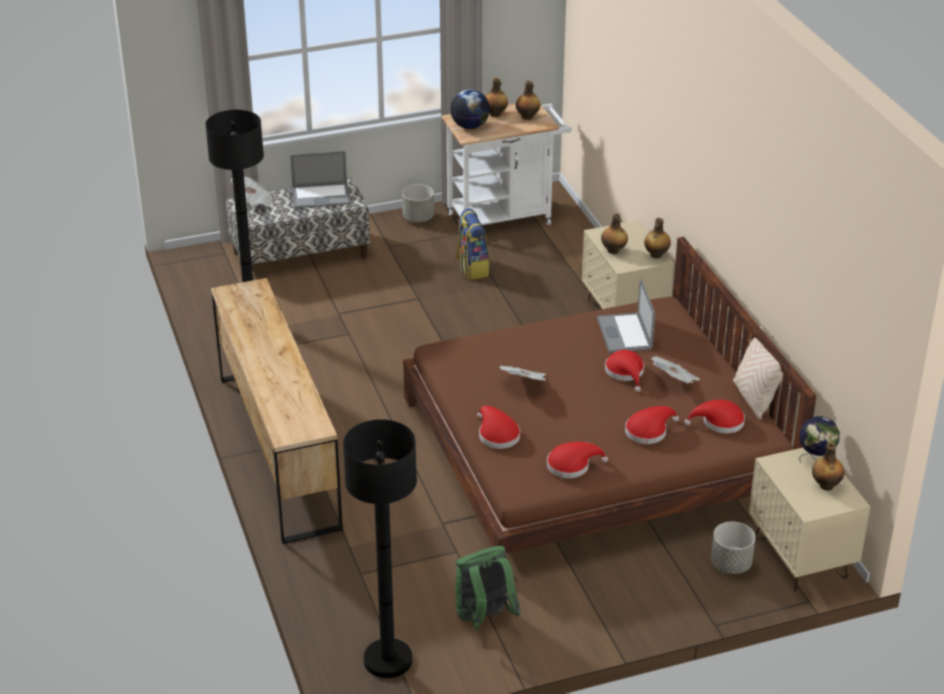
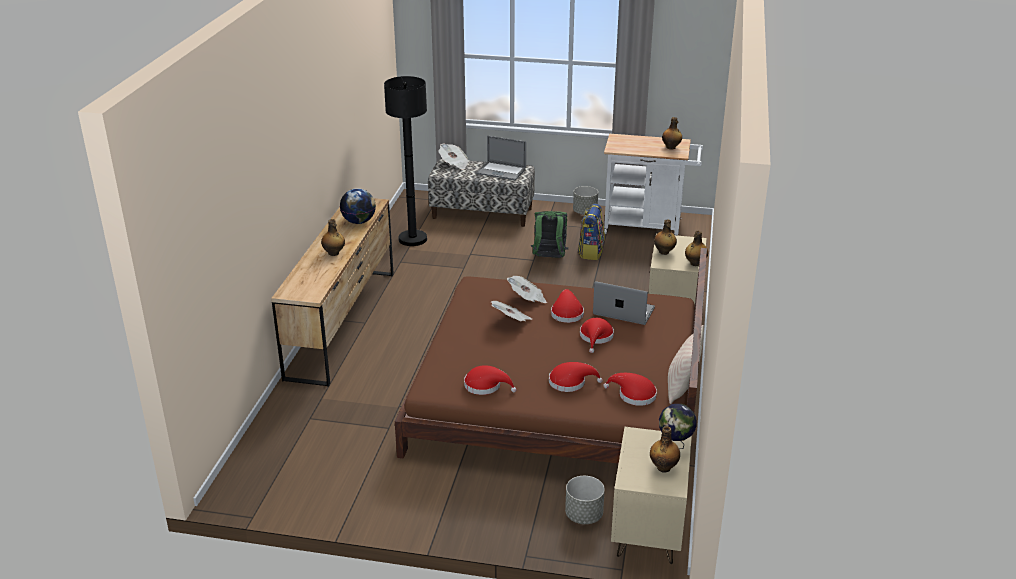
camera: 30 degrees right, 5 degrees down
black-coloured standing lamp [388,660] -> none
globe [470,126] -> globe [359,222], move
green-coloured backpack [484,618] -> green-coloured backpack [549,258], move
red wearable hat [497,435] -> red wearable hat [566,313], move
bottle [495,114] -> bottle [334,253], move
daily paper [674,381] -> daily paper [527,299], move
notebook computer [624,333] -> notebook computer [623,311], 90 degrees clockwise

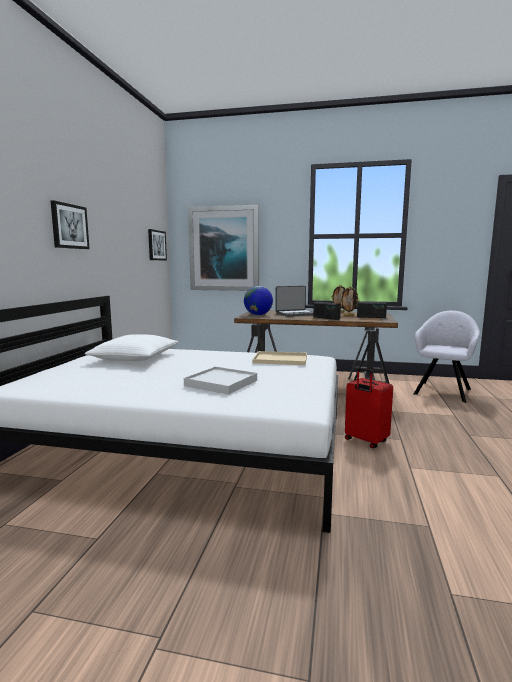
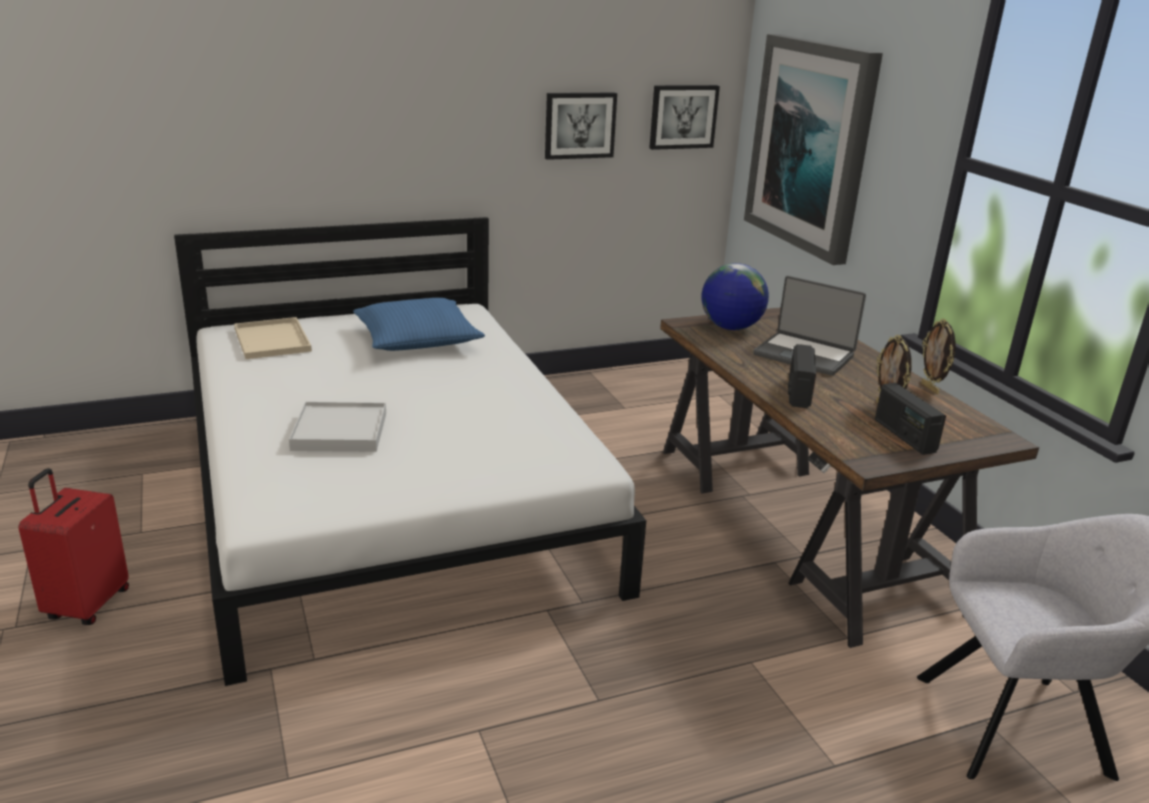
camera: 55 degrees right, 15 degrees up
wall art [69,226] -> wall art [579,125], move
beige-coloured carrying tray [279,359] -> beige-coloured carrying tray [271,339], move
red travel case [365,441] -> red travel case [86,605], move
white-coloured throw pillow [134,358] -> blue throw pillow [417,339]

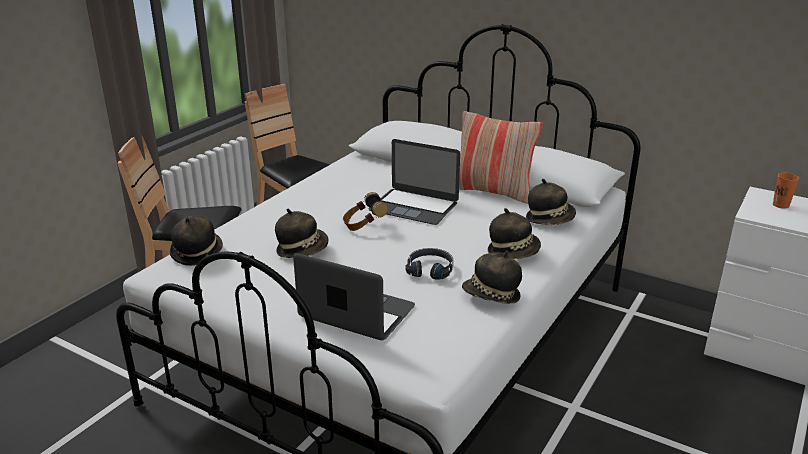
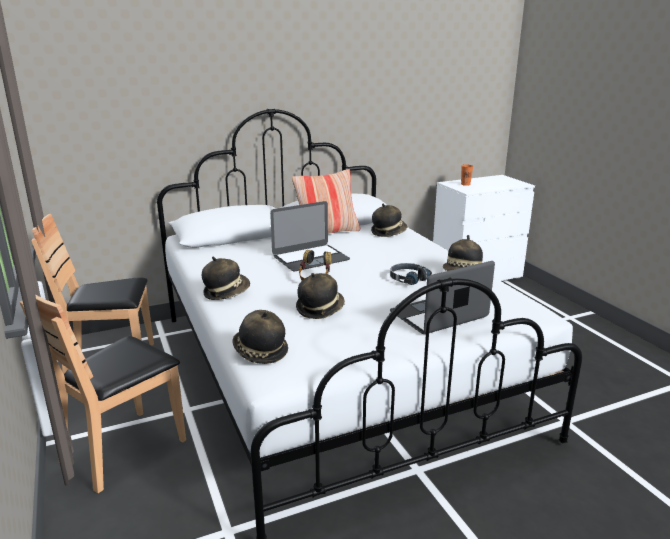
camera: 55 degrees left, 5 degrees down
wearable hat [513,252] -> wearable hat [226,292], move

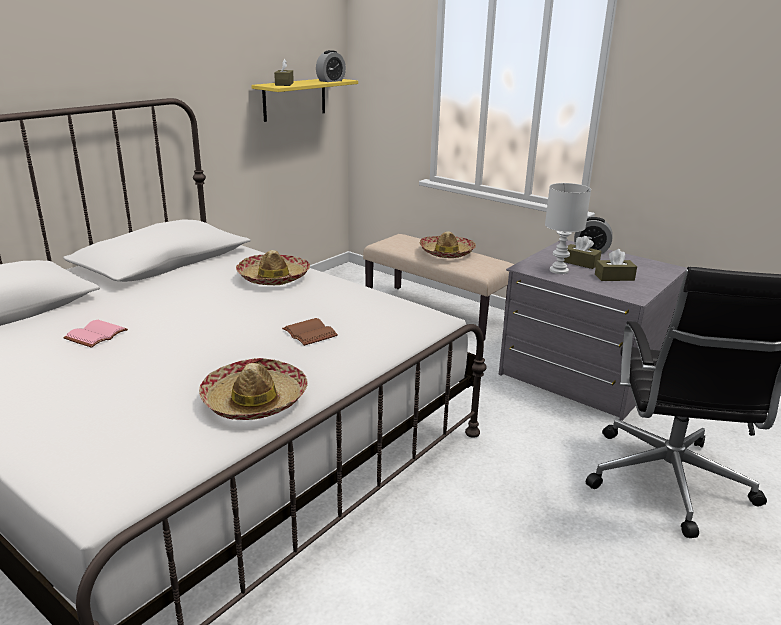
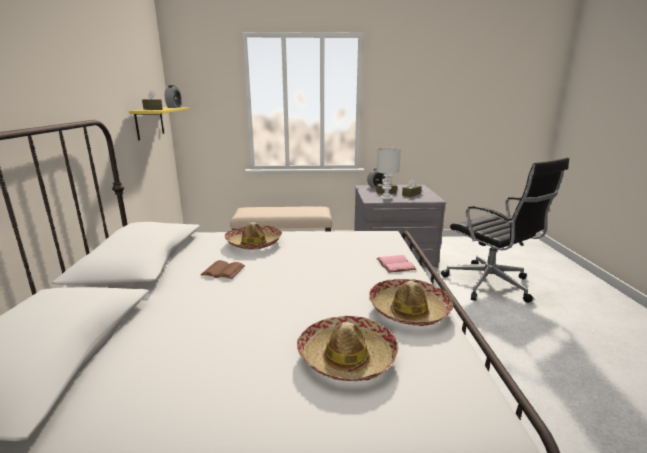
camera: 40 degrees left, 5 degrees down
pinkish volume [96,334] -> pinkish volume [394,265], move
brownish volume [308,333] -> brownish volume [222,272], move
wearable hat [447,253] -> wearable hat [347,357], move

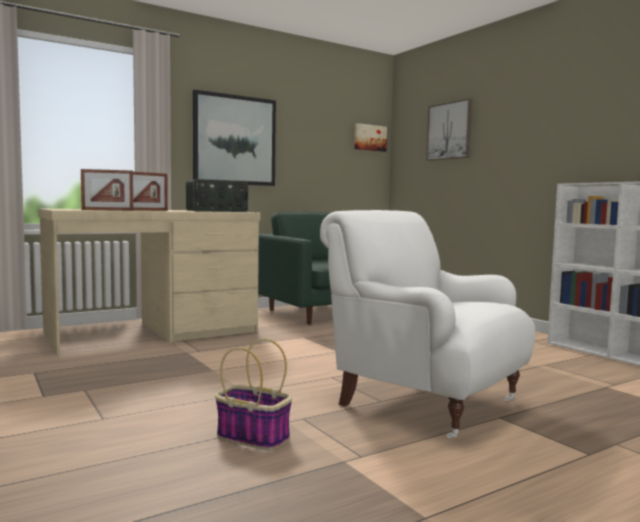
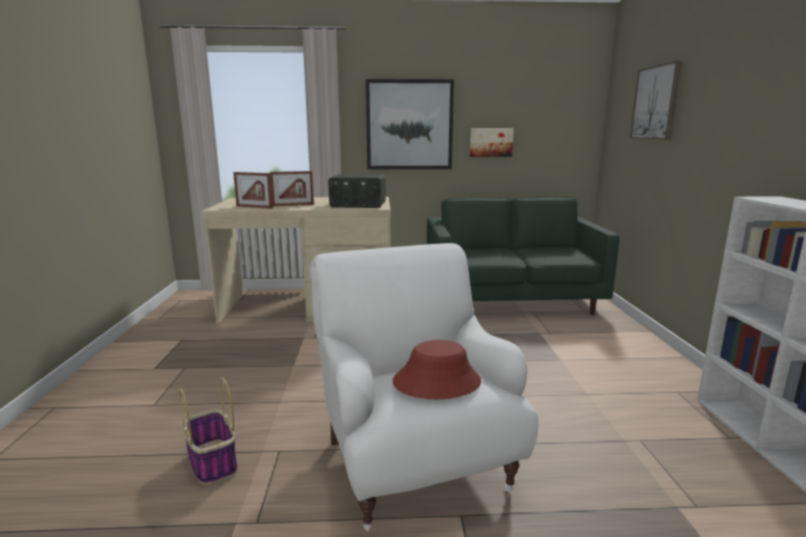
camera: 30 degrees right, 10 degrees up
none -> red wearable hat [437,382]
wall art [369,137] -> wall art [490,142], move

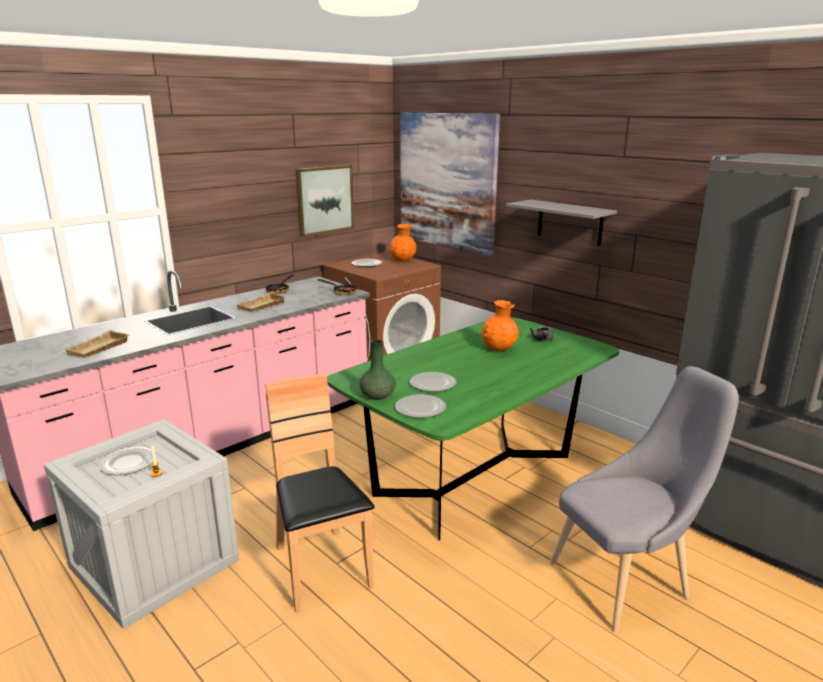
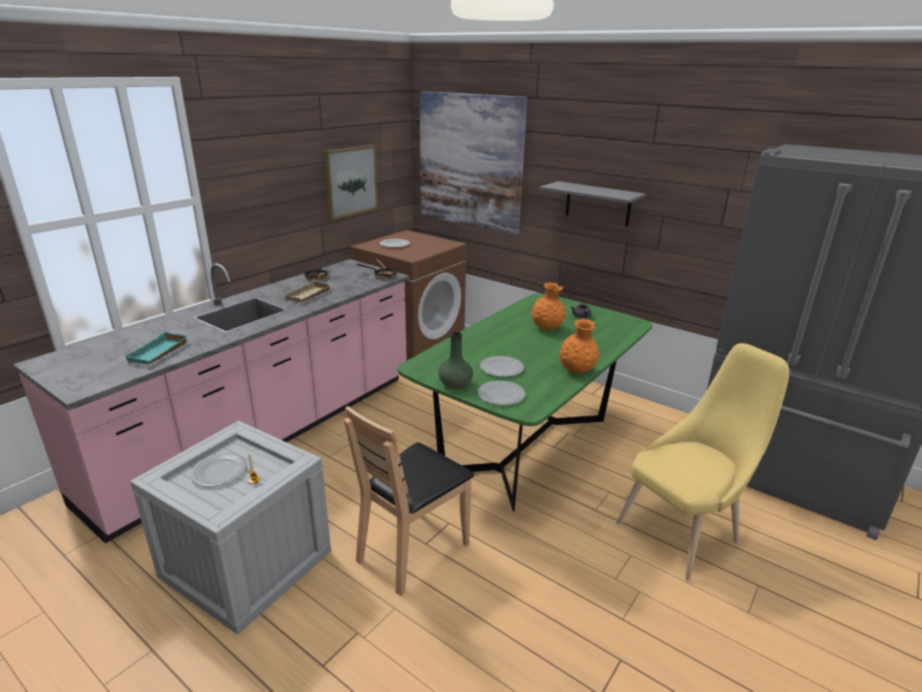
camera: 10 degrees left, 5 degrees up
orange vase [403,261] -> orange vase [577,371], move
beige-coloured carrying tray [99,349] -> turquoise carrying tray [159,353]
gray chair [626,579] -> yellow chair [684,531]
brownish chair [321,568] -> brownish chair [413,550], 105 degrees counterclockwise

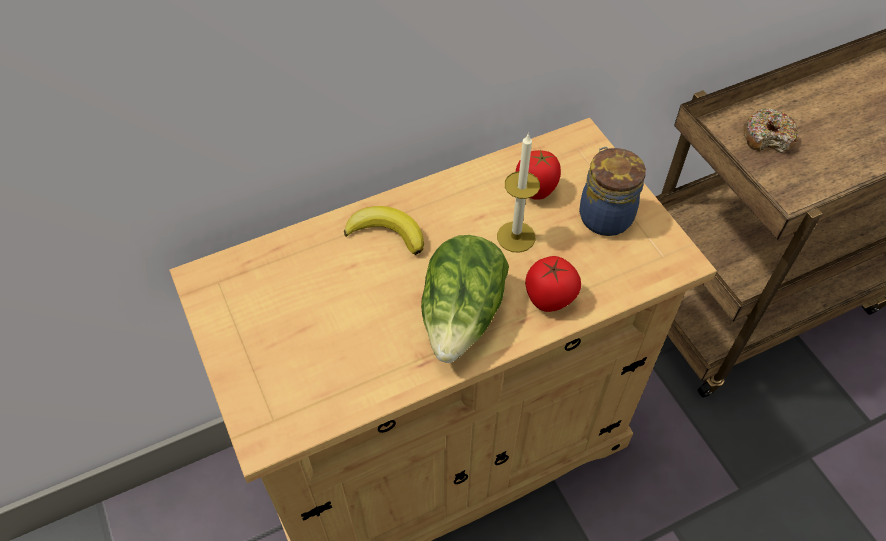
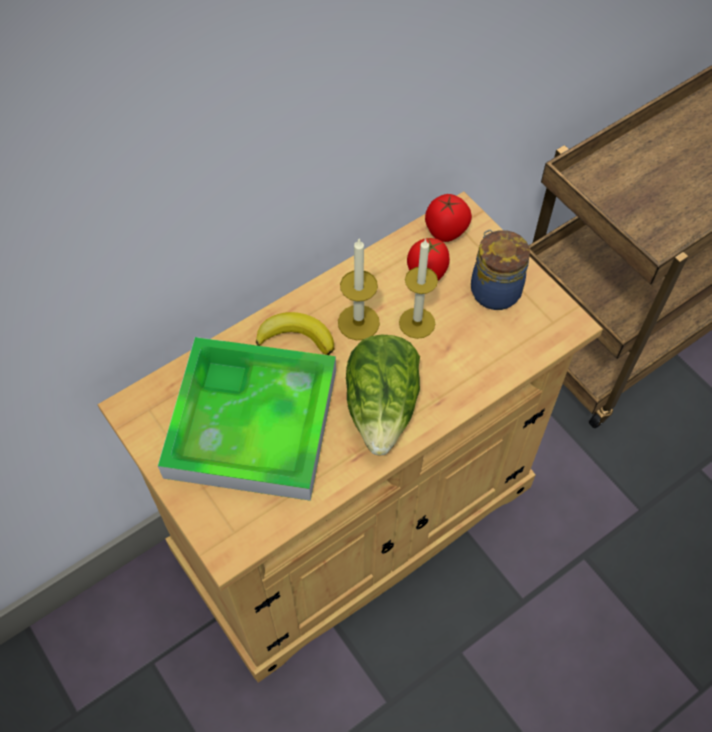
camera: 10 degrees left, 5 degrees up
donut [767,137] -> none
none -> carrying tray [252,423]
none -> wax light [358,322]
tomato [549,299] -> tomato [446,232], move

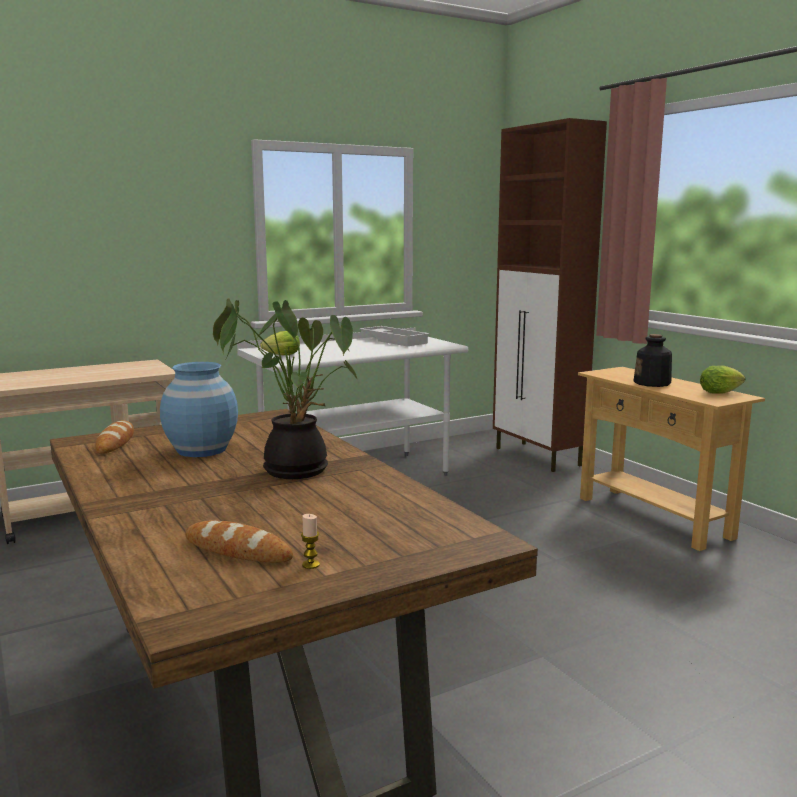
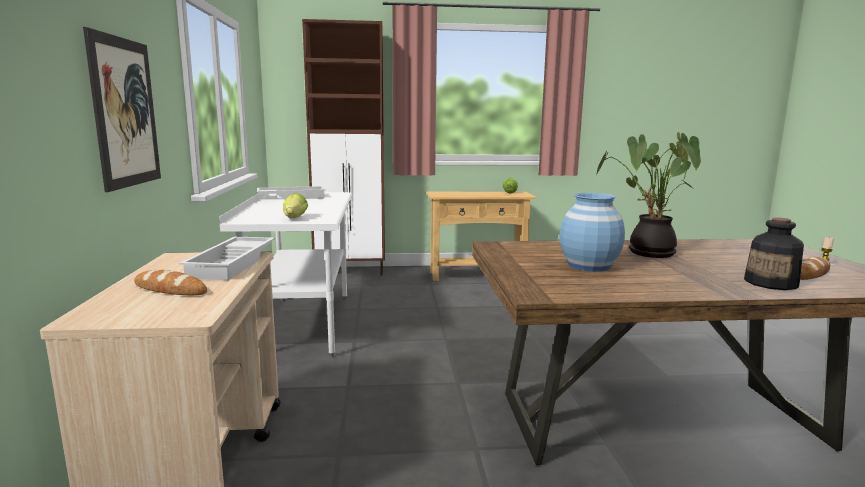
camera: 65 degrees left, 0 degrees up
none -> wall art [125,113]
none -> white-coloured carrying tray [234,264]
baked bread [115,442] -> baked bread [170,289], move
bottle [652,383] -> bottle [771,283], move

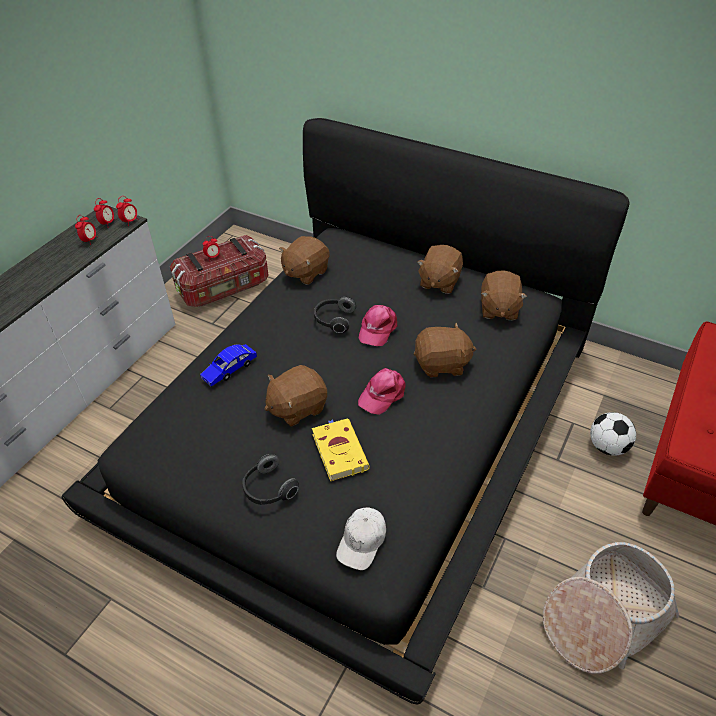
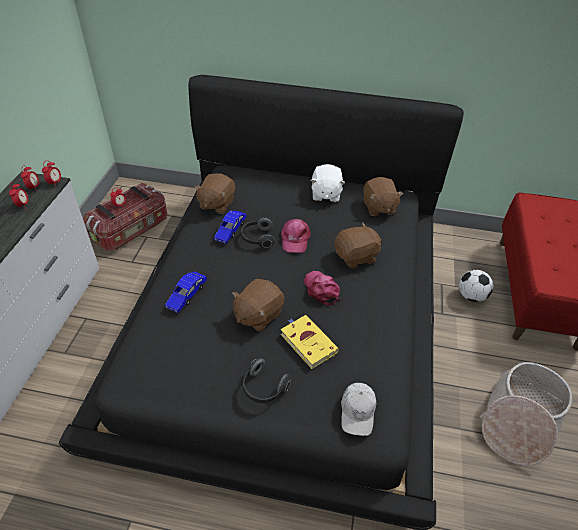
camera: 20 degrees left, 0 degrees up
none -> blue miniature car [230,230]
brownish soft toy [439,282] -> white-coloured soft toy [325,194]
pinkish cap [382,394] -> pinkish cap [321,289], 135 degrees clockwise

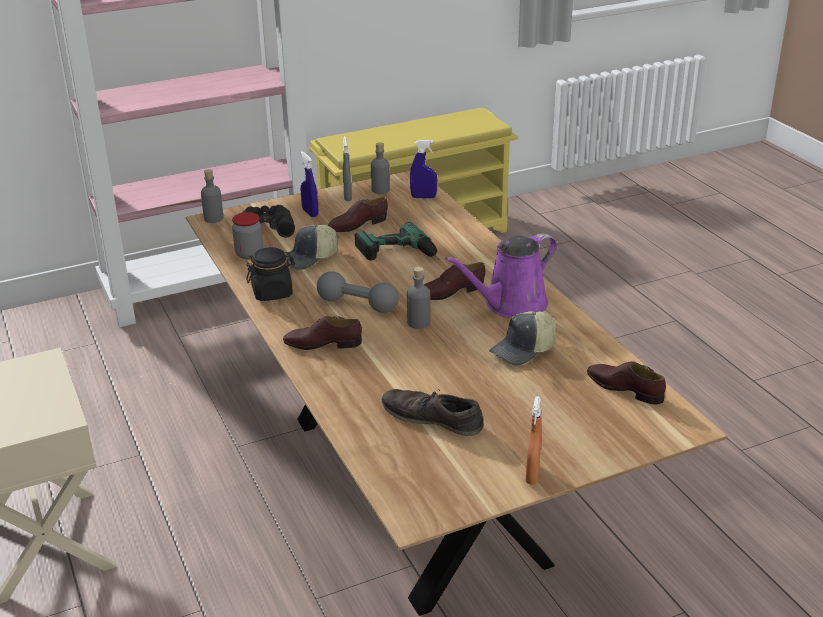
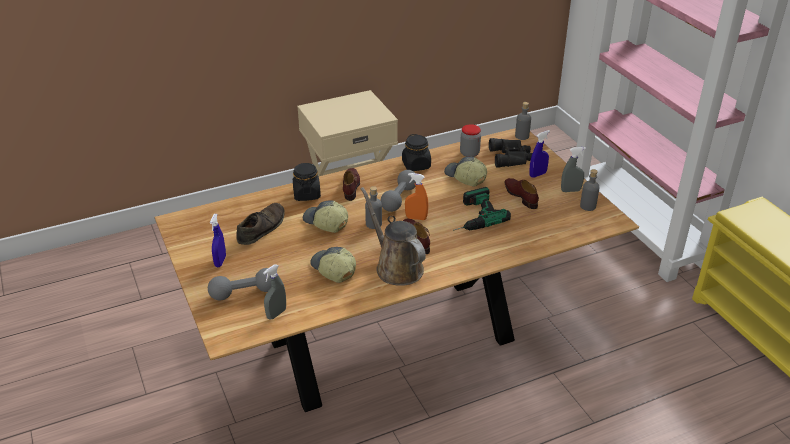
camera: 90 degrees right, 5 degrees up
none -> gray free weight [244,293]
none -> black-coloured preserve jar [306,194]
none -> cap [325,222]
blue spray bottle [423,197] -> blue spray bottle [220,261], move
orange spray bottle [532,475] -> orange spray bottle [416,218], move
brownish shoe [624,388] -> gray spray bottle [276,314]
purple sprinkling can [511,304] -> brownish sprinkling can [396,267]

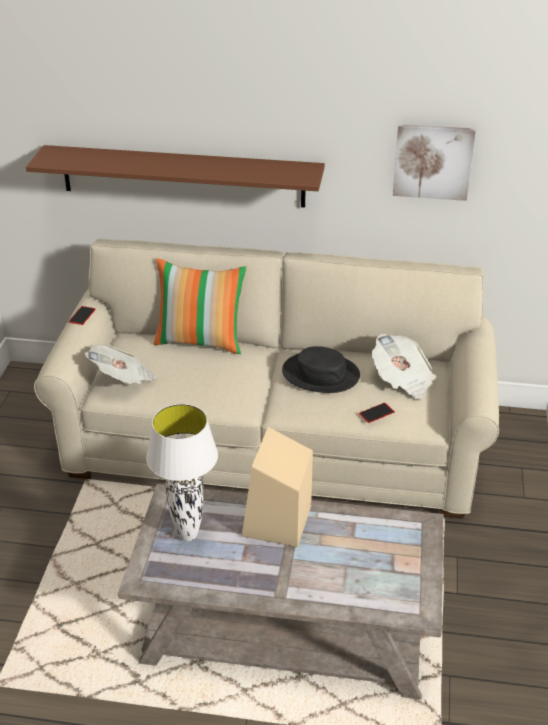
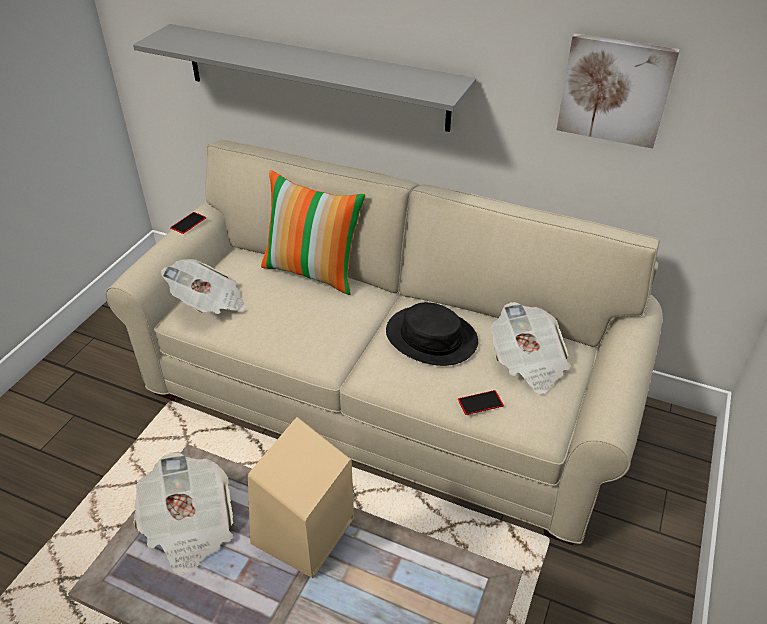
camera: 15 degrees right, 5 degrees up
white-coloured lamp for a table [188,535] -> daily paper [189,527]
brownish wall shelf [183,176] -> gray wall shelf [314,77]

